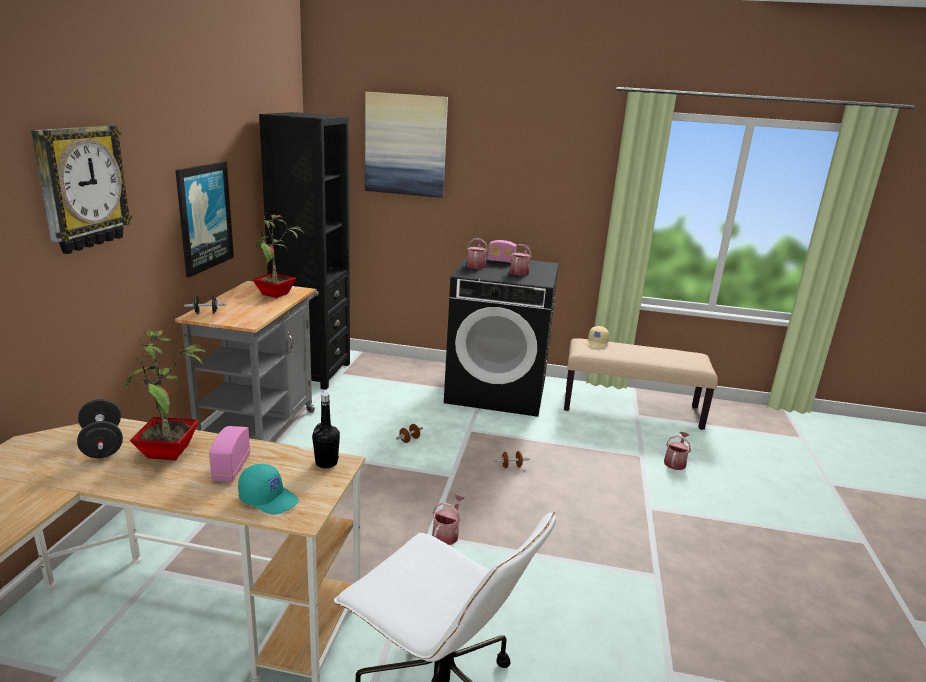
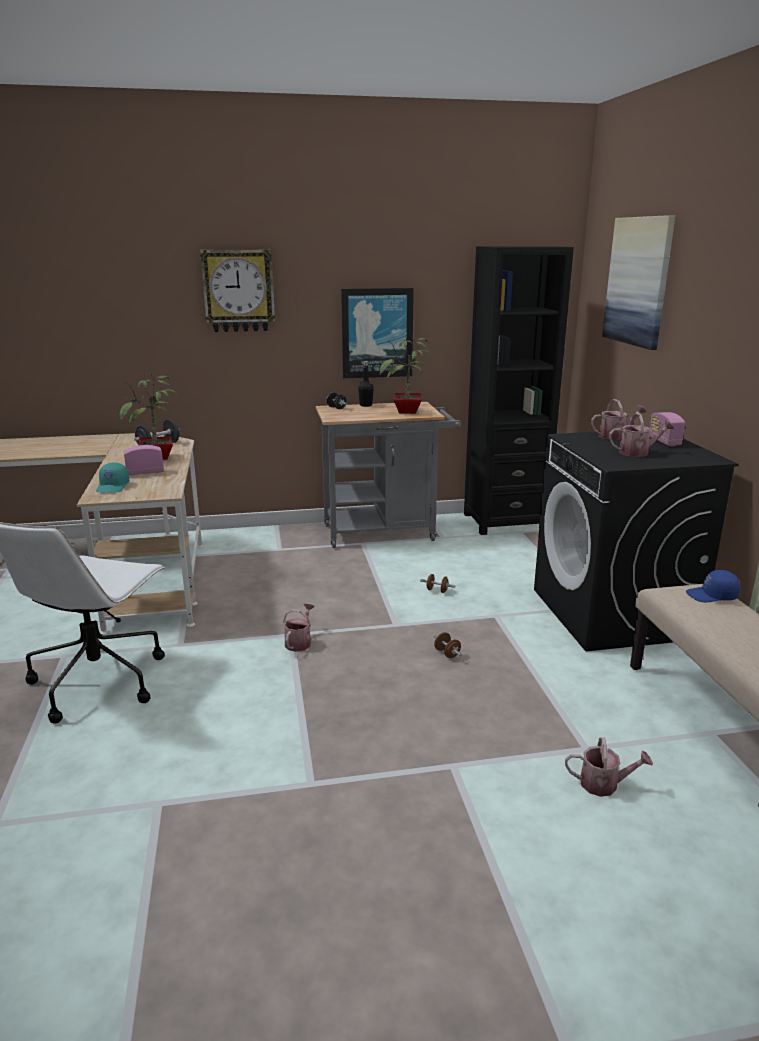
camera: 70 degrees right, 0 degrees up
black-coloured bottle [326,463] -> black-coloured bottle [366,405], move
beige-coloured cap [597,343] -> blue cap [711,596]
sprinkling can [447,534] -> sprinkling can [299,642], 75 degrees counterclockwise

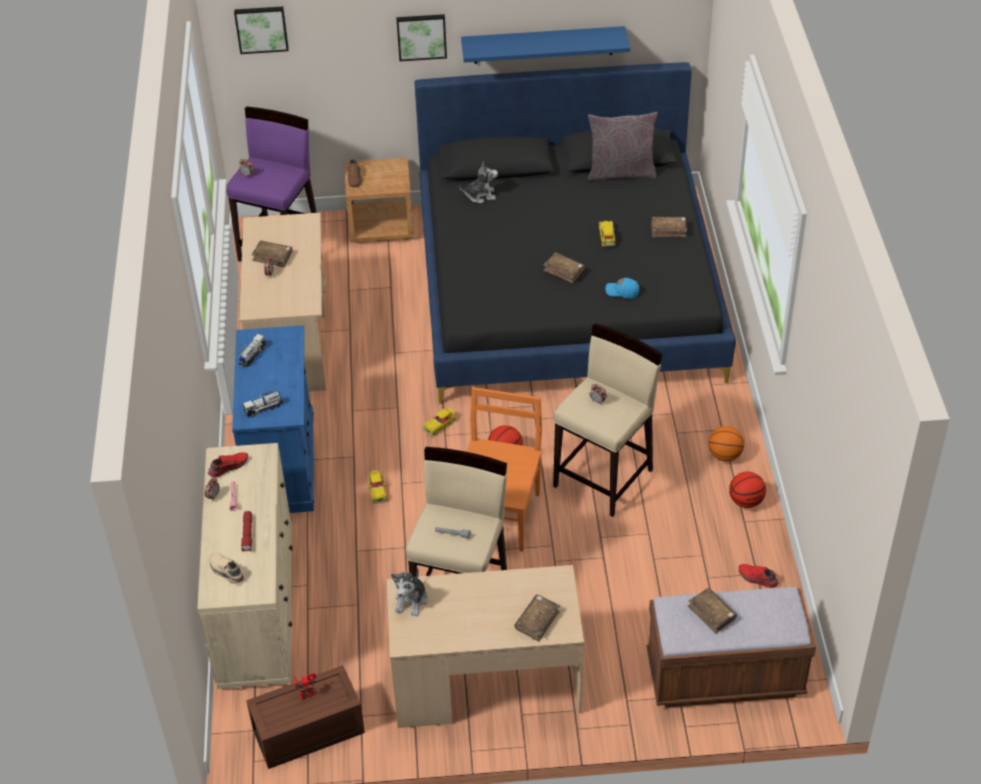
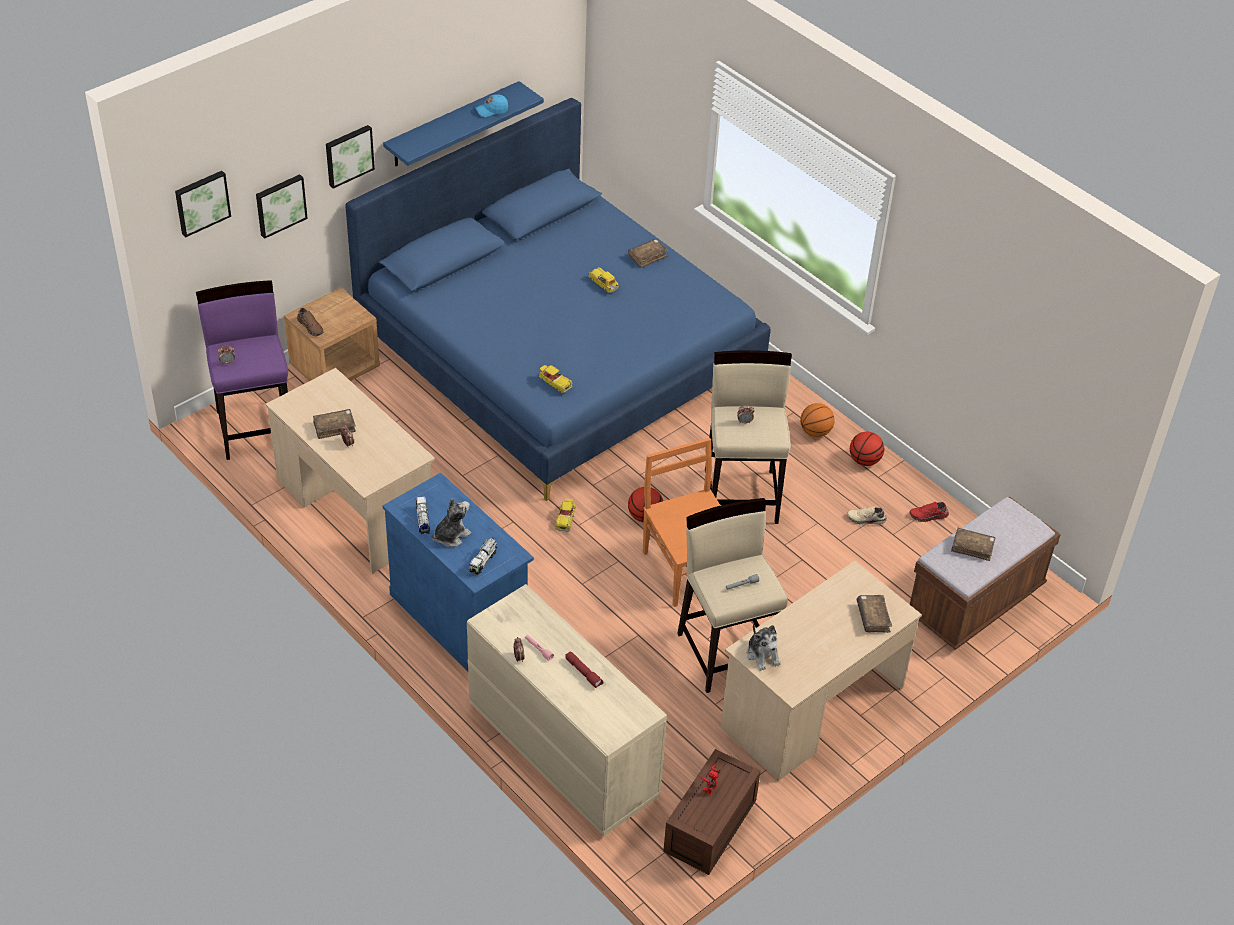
camera: 40 degrees left, 0 degrees up
red shoe [228,466] -> none
brownish volume [564,271] -> none
gray throw pillow [621,172] -> none
none -> wall art [280,205]
beige-coloured shoe [226,572] -> beige-coloured shoe [866,520], move
miniature car [377,490] -> miniature car [555,382], move
soft toy [480,195] -> soft toy [451,536], move
blue cap [622,292] -> blue cap [491,110], move
black-coloured bed [567,289] -> blue bed [559,352]

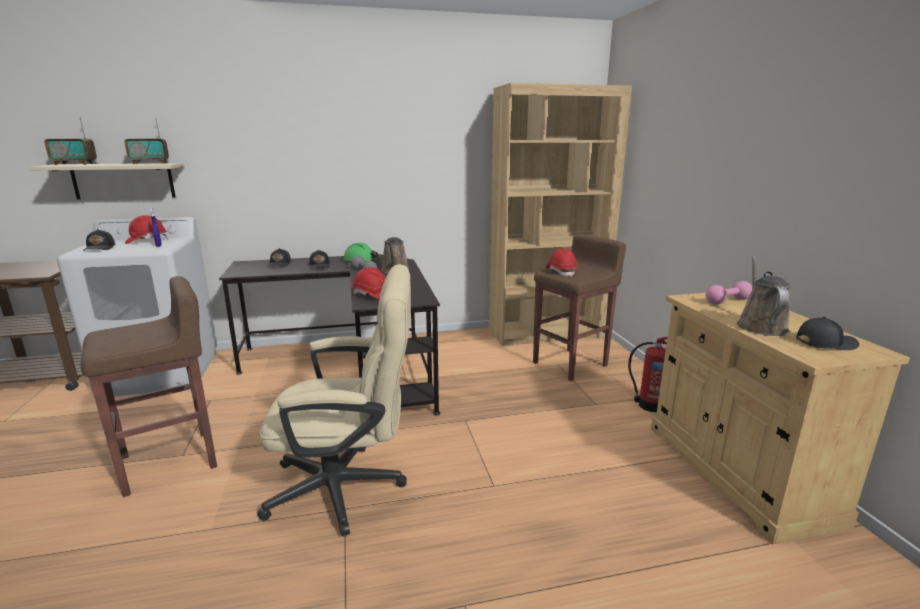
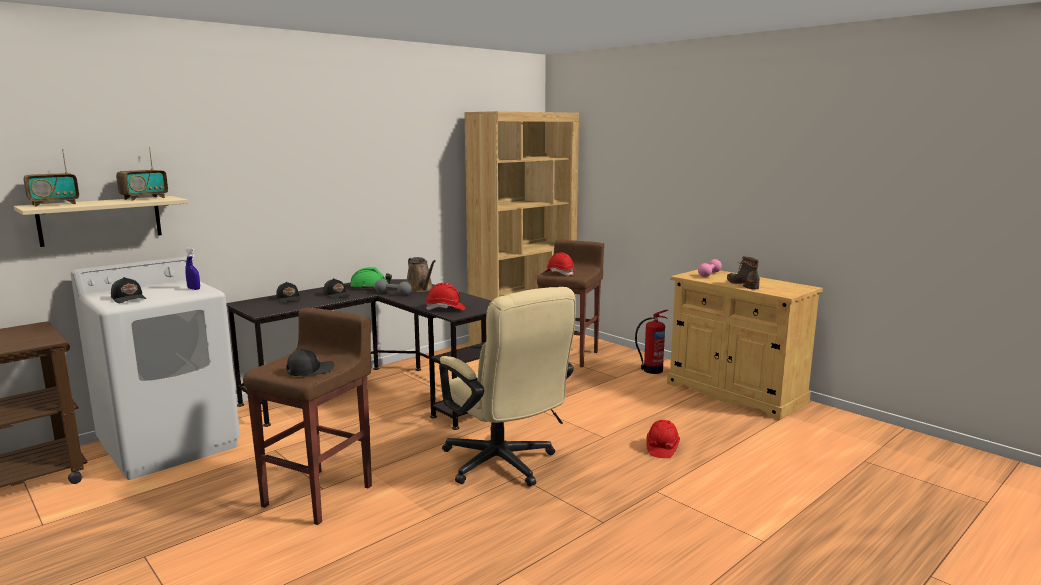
camera: 30 degrees left, 5 degrees down
red work helmet [146,241] -> red work helmet [662,448], move
black-coloured cap [824,343] -> black-coloured cap [309,370], move
brownish sprinkling can [760,326] -> boot [743,284]
beige-coloured computer chair [348,488] -> beige-coloured computer chair [504,466], 90 degrees clockwise

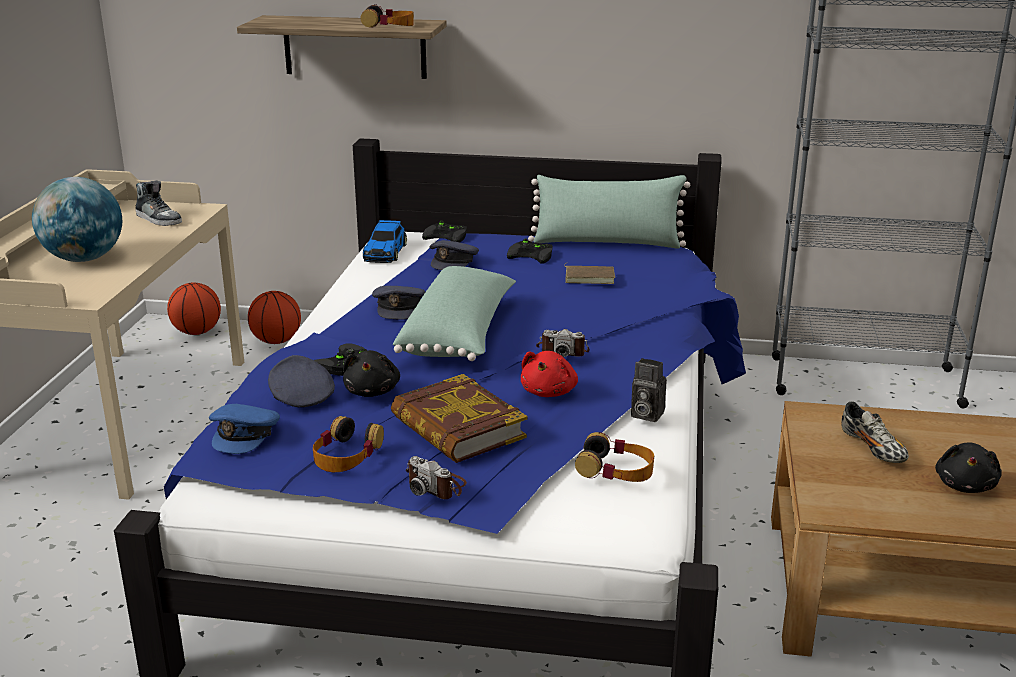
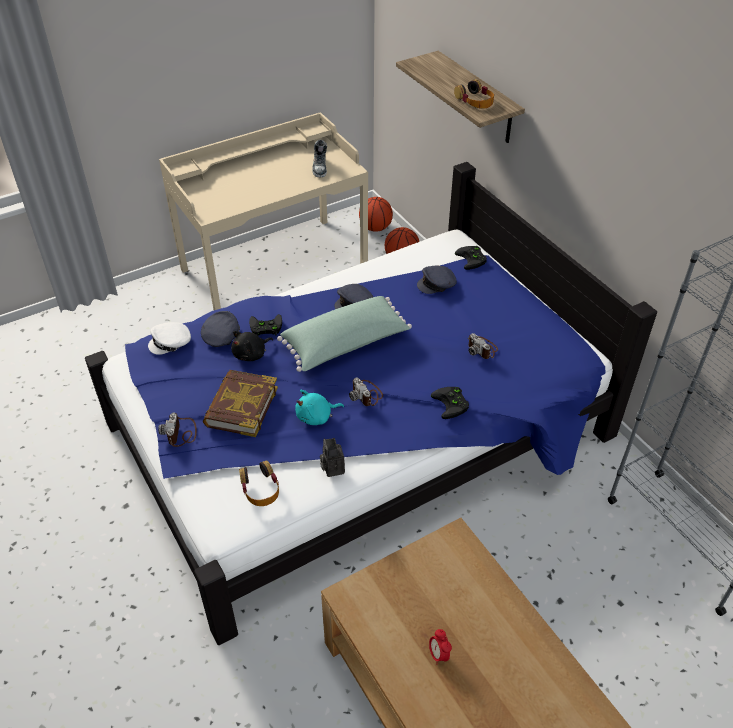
camera: 50 degrees right, 20 degrees up
globe [84,259] -> none
headset [346,454] -> none
miniature car [385,252] -> none
green-coloured throw pillow [607,243] -> none
shoe [873,449] -> none
black-coloured gamepad [533,255] -> black-coloured gamepad [452,404], move
brownish volume [590,277] -> still camera [482,349]
black-coloured soft toy [965,485] -> table clock [438,654]
blue cap [245,434] -> white-coloured cap [171,342]
red soft toy [549,392] -> turquoise soft toy [316,417]

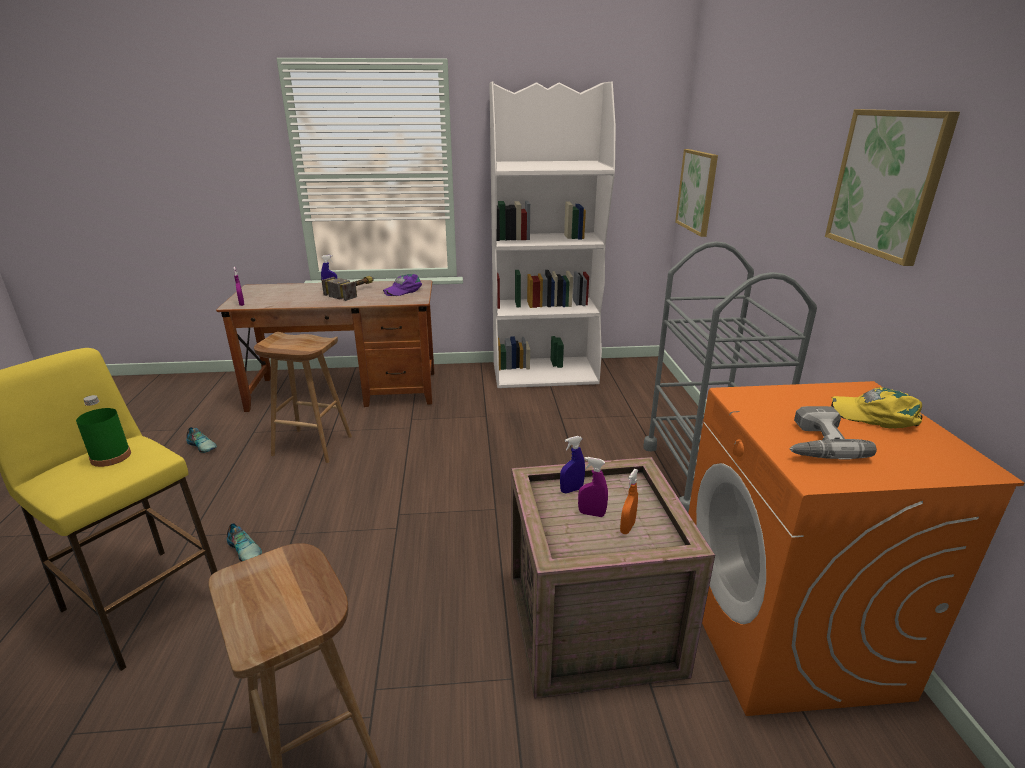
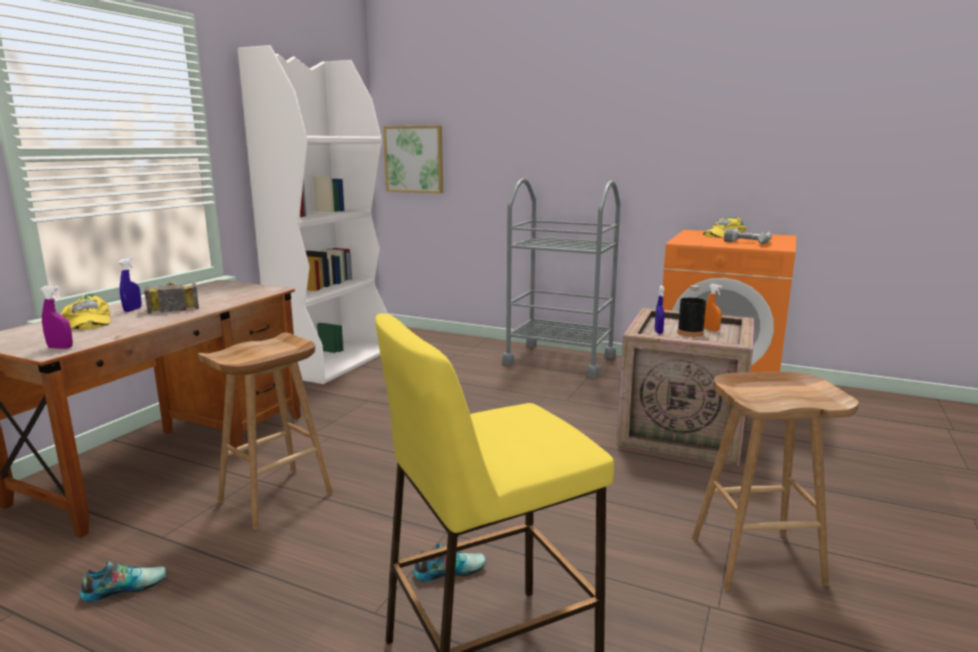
camera: 60 degrees left, 10 degrees down
green-coloured bottle [111,457] -> none
purple cap [403,290] -> none
wall art [887,183] -> none
none -> yellow cap [87,321]
purple spray bottle [591,514] -> black-coloured bottle [690,333]

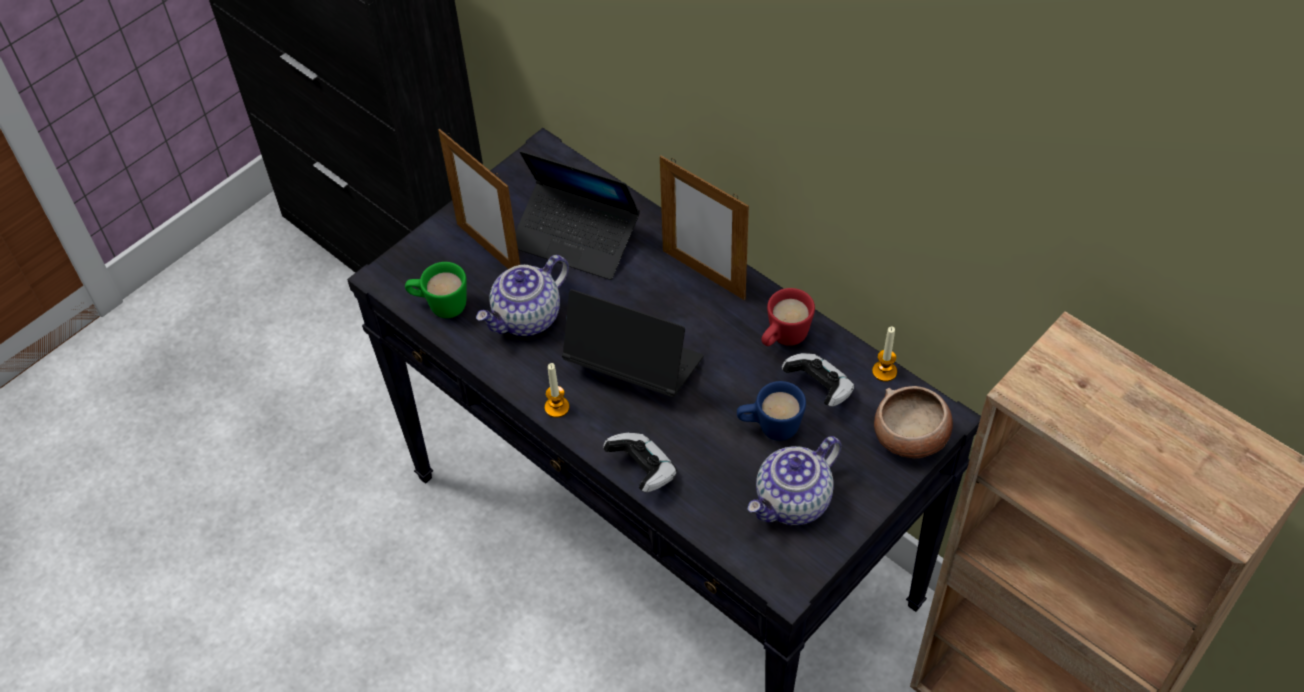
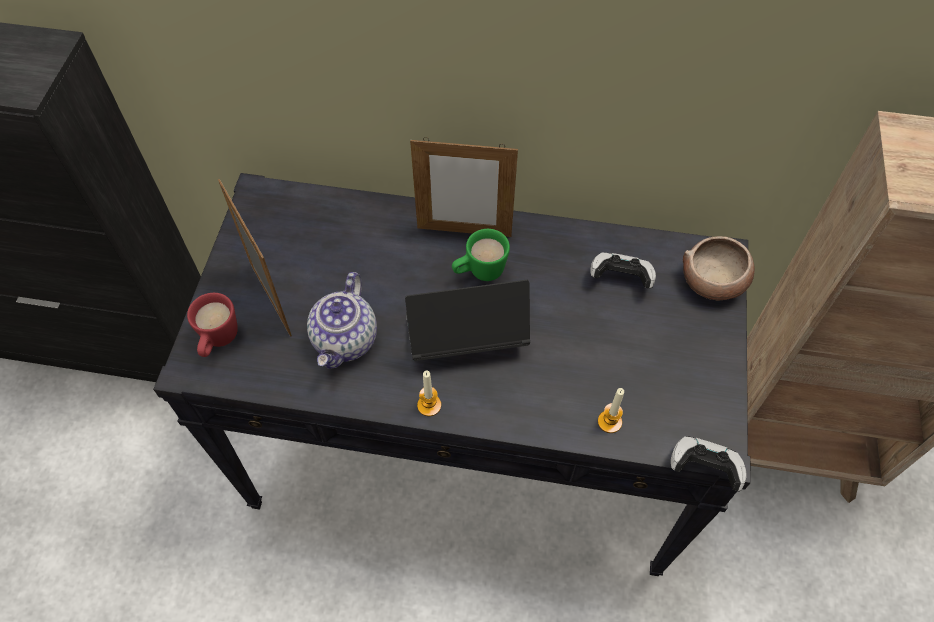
camera: 35 degrees left, 5 degrees up
notebook computer [576,238] -> none
blue tea mug [769,427] -> none
tea pot [793,502] -> none
green-coloured tea mug [440,305] -> green-coloured tea mug [479,272], move
gamepad [642,470] -> gamepad [703,468], move
red tea mug [783,339] -> red tea mug [218,341], move
wax light [884,371] -> wax light [609,422], move
standing frame [489,251] -> standing frame [270,299], 135 degrees counterclockwise

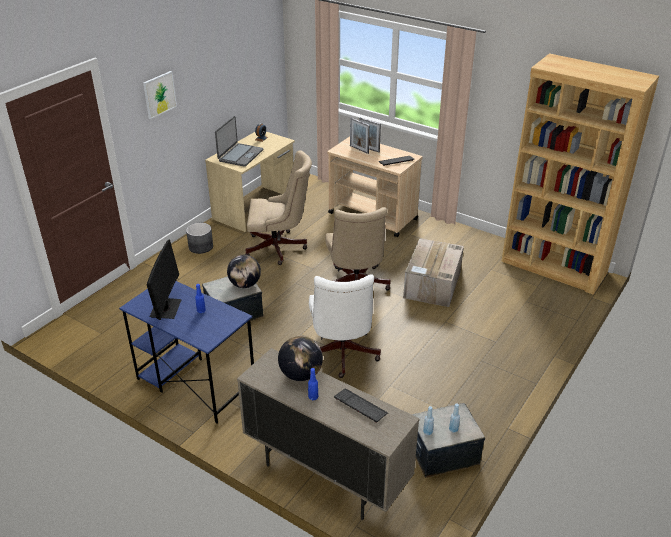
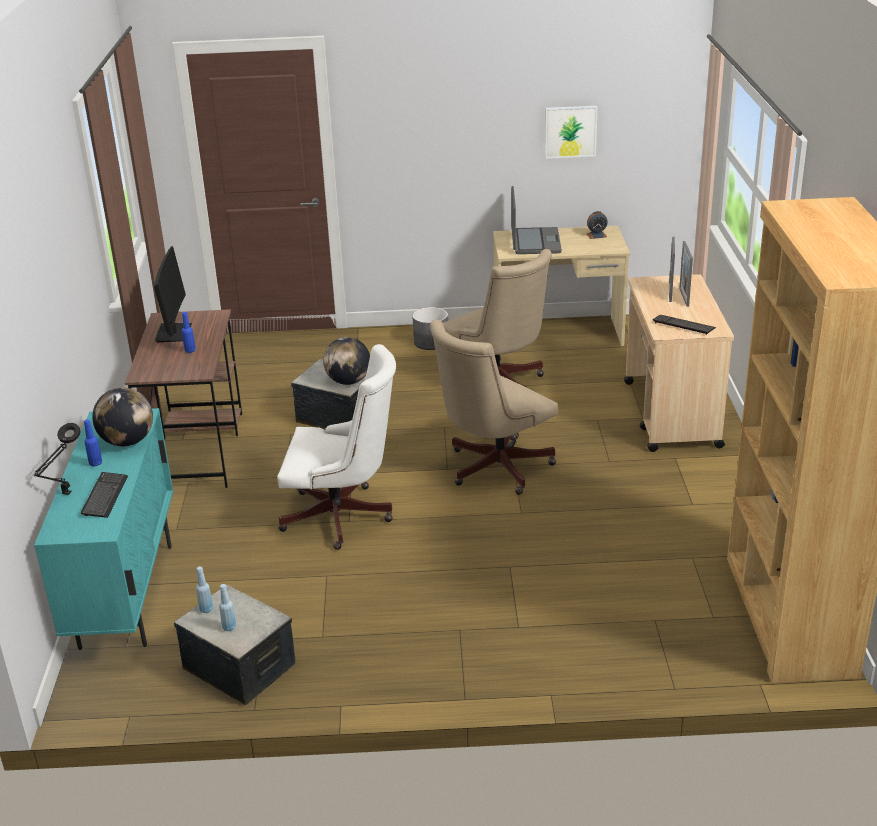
camera: 55 degrees right, 5 degrees down
cardboard box [432,285] -> none
none -> black-coloured lamp for a table [65,495]
wall art [159,94] -> wall art [570,131], move
blue desk [195,382] -> brownish desk [197,449]
beige-coloured storage cabinet [326,476] -> turquoise storage cabinet [127,595]
monitor [166,309] -> monitor [173,333], 60 degrees counterclockwise
notebook computer [240,155] -> notebook computer [535,242], 75 degrees counterclockwise
white-coloured computer chair [341,355] -> white-coloured computer chair [343,517], 135 degrees counterclockwise

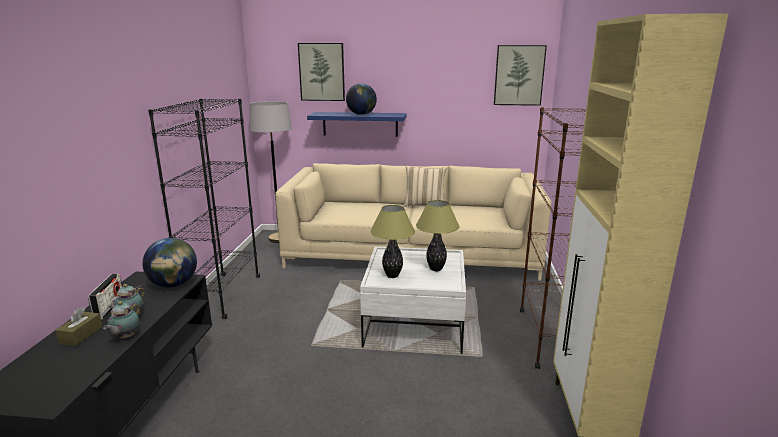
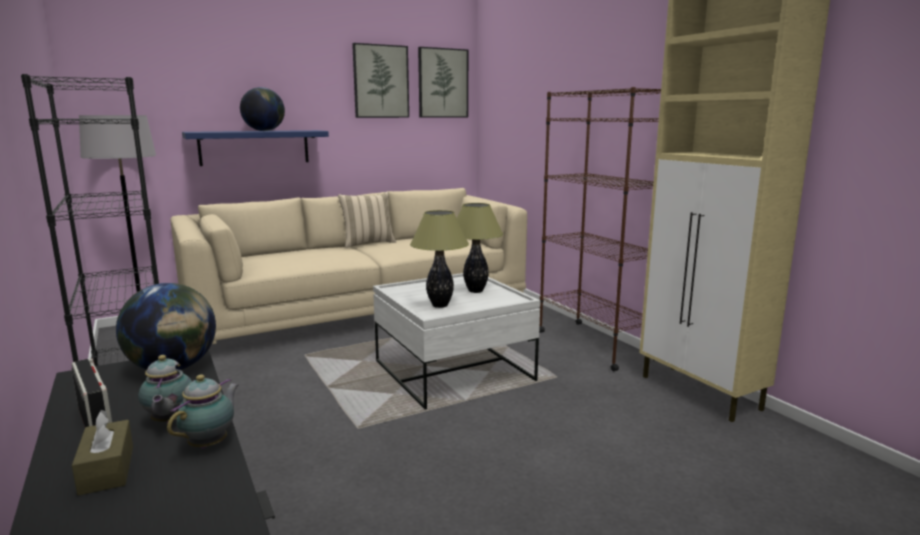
camera: 35 degrees left, 5 degrees down
wall art [322,72] -> wall art [380,81], move
tea pot [125,337] -> tea pot [211,443], 135 degrees counterclockwise

